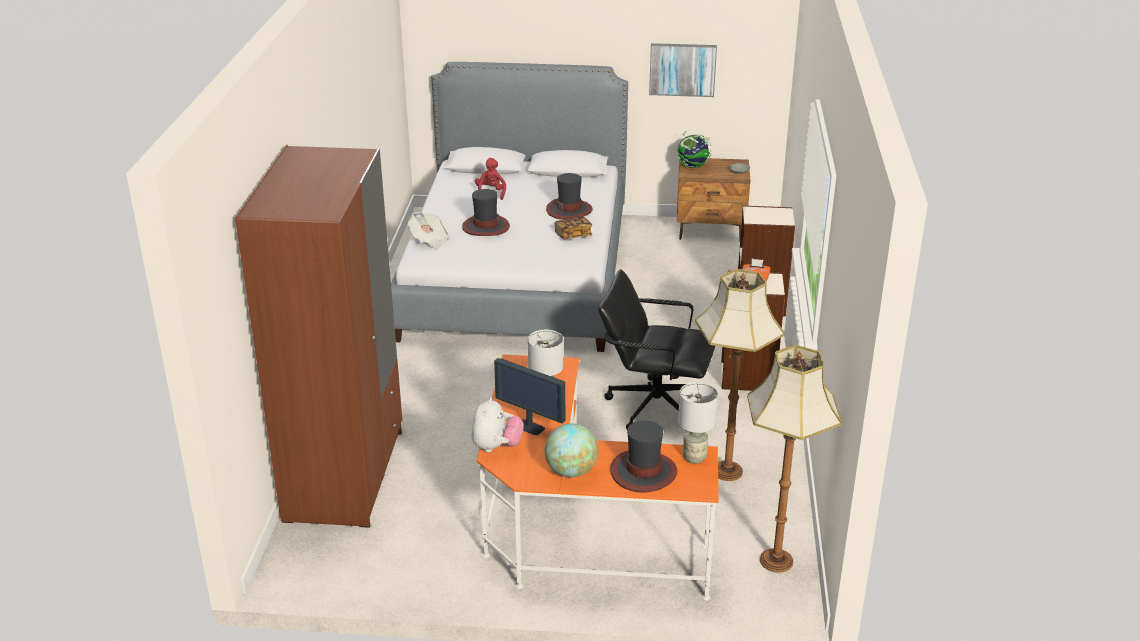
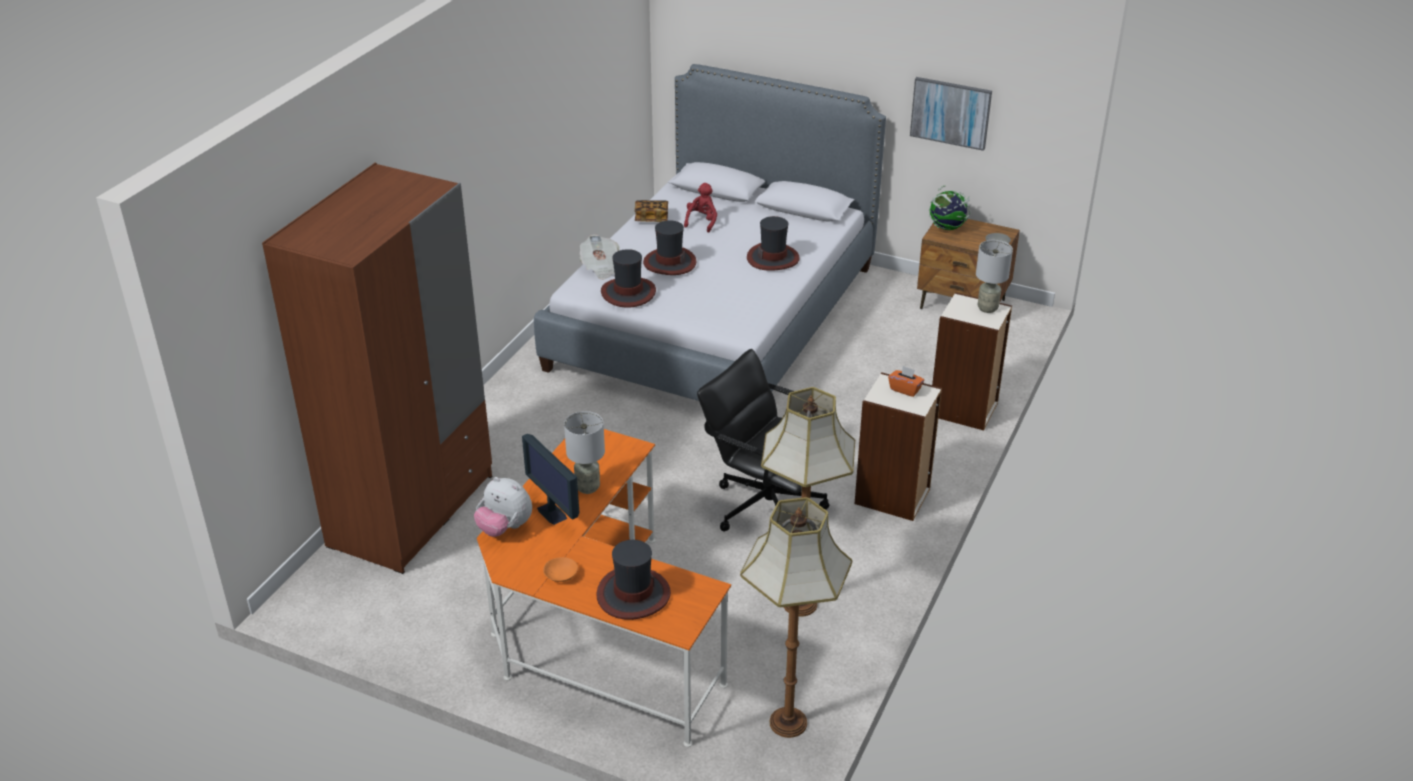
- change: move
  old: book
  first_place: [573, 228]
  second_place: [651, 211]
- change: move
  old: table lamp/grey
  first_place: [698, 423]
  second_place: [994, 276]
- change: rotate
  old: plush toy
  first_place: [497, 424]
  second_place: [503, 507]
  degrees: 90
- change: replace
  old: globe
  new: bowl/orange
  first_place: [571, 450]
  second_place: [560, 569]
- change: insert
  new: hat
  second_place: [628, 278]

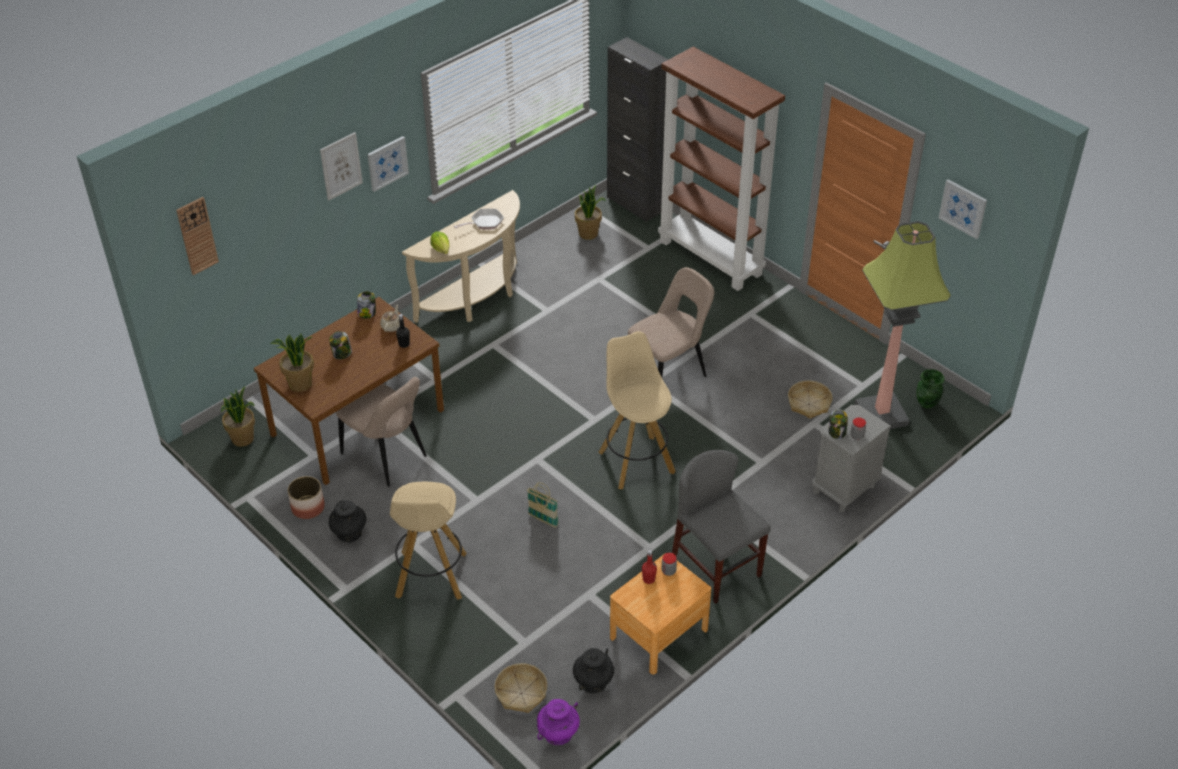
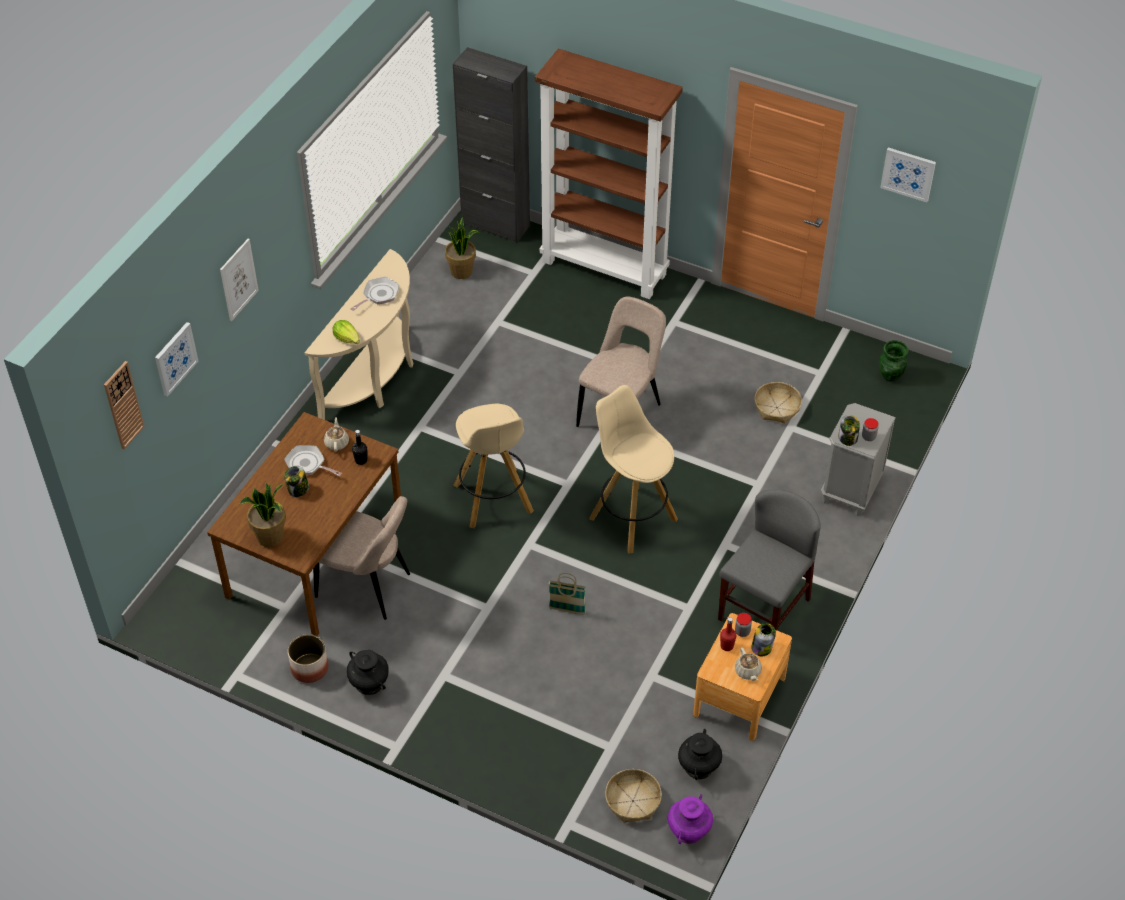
- change: move
  old: picture
  first_place: [388, 164]
  second_place: [176, 359]
- change: delete
  old: floor lamp
  first_place: [903, 325]
- change: move
  old: jar
  first_place: [366, 305]
  second_place: [763, 639]
- change: delete
  old: potted plant
  first_place: [238, 416]
- change: rotate
  old: chair/grey
  first_place: [721, 527]
  second_place: [769, 560]
  degrees: 90
- change: move
  old: stool/beige
  first_place: [428, 541]
  second_place: [494, 466]
- change: insert
  new: frying pan
  second_place: [313, 460]
- change: insert
  new: teapot/beige
  second_place: [748, 664]

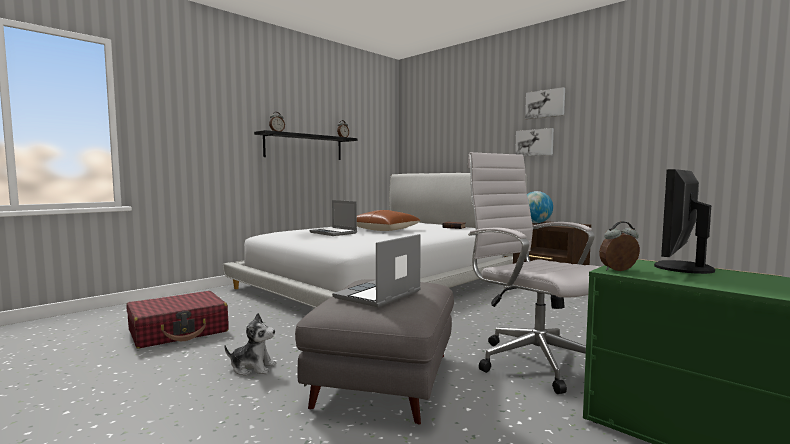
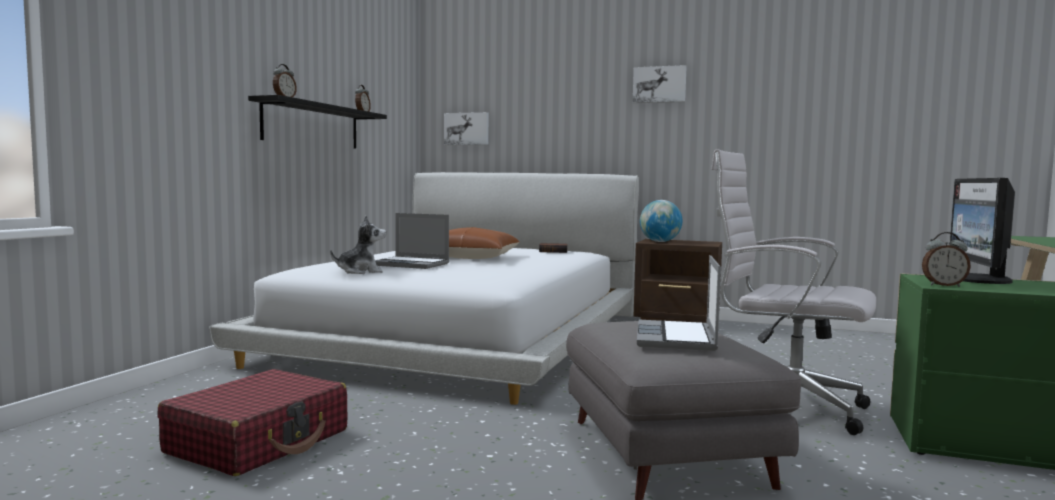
- change: move
  old: picture
  first_place: [534, 142]
  second_place: [466, 128]
- change: rotate
  old: alarm clock
  first_place: [619, 246]
  second_place: [946, 259]
  degrees: -135
- change: move
  old: plush toy
  first_place: [250, 344]
  second_place: [358, 244]

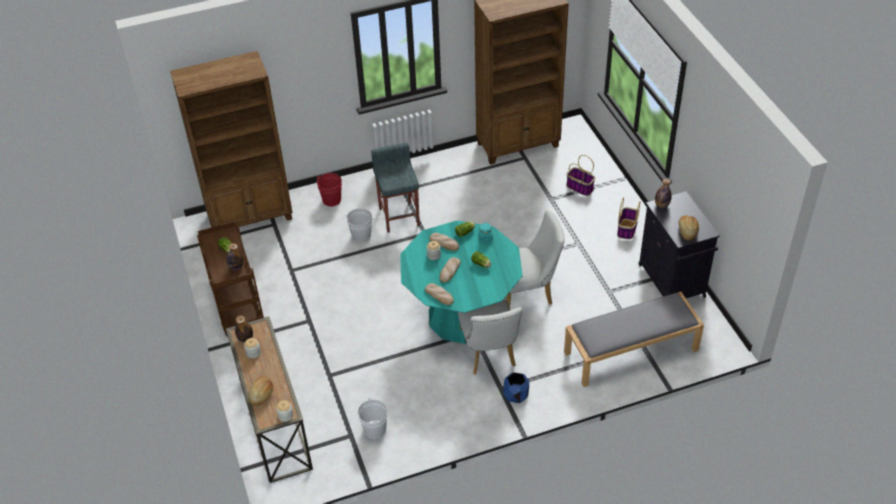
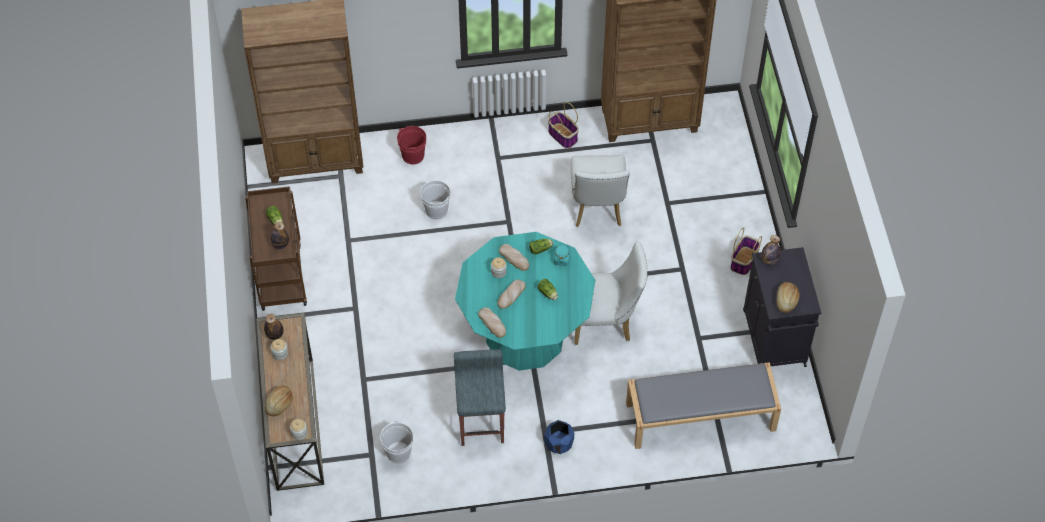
- change: move
  old: stool/grey
  first_place: [395, 188]
  second_place: [480, 397]
- change: move
  old: basket
  first_place: [580, 175]
  second_place: [563, 125]
- change: move
  old: chair/white
  first_place: [490, 337]
  second_place: [600, 191]

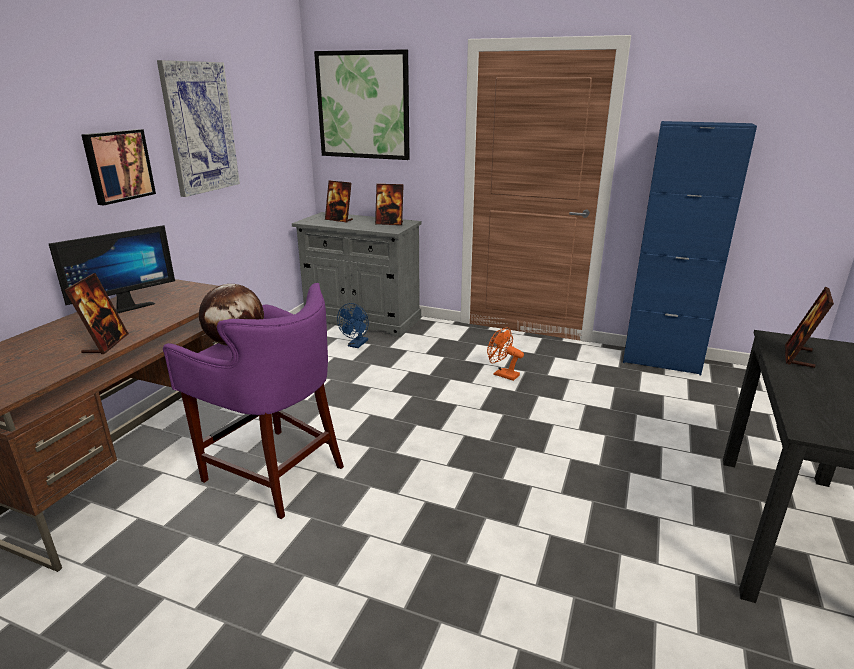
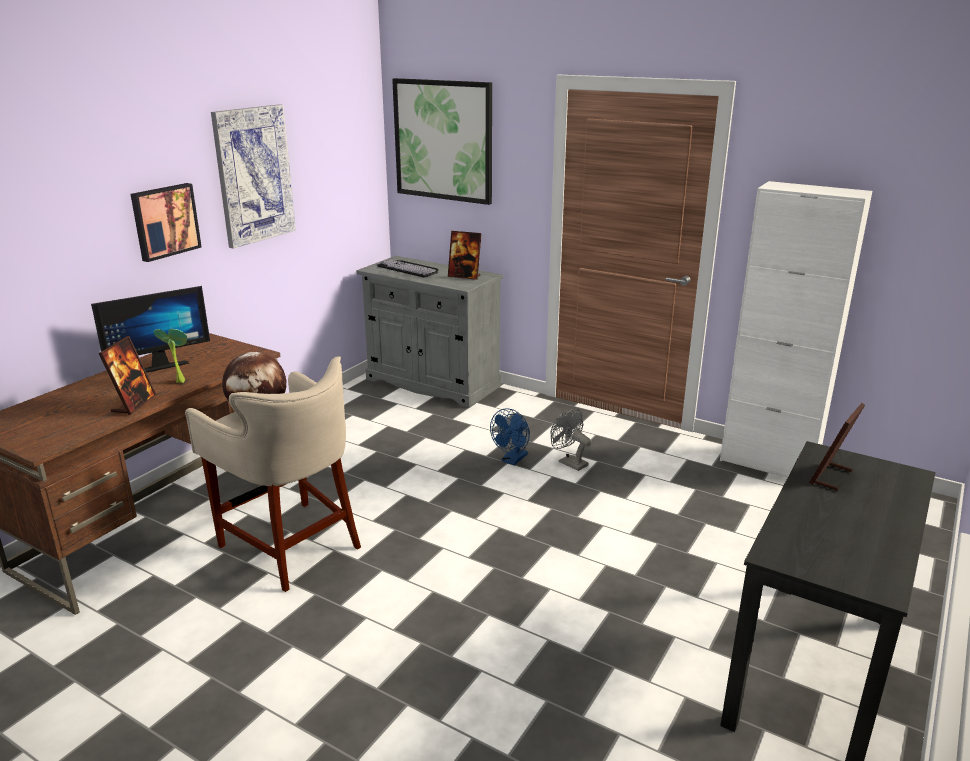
- change: recolor
  old: cabinet/blue
  new: cabinet/white
  first_place: [690, 248]
  second_place: [796, 329]
- change: replace
  old: picture frame
  new: keyboard
  first_place: [339, 201]
  second_place: [407, 268]
- change: recolor
  old: stool/purple
  new: stool/beige
  first_place: [253, 401]
  second_place: [273, 474]
- change: move
  old: fan/blue
  first_place: [353, 325]
  second_place: [510, 437]
- change: recolor
  old: fan/orange
  new: fan/grey
  first_place: [505, 354]
  second_place: [571, 440]
- change: insert
  new: potted plant
  second_place: [170, 356]

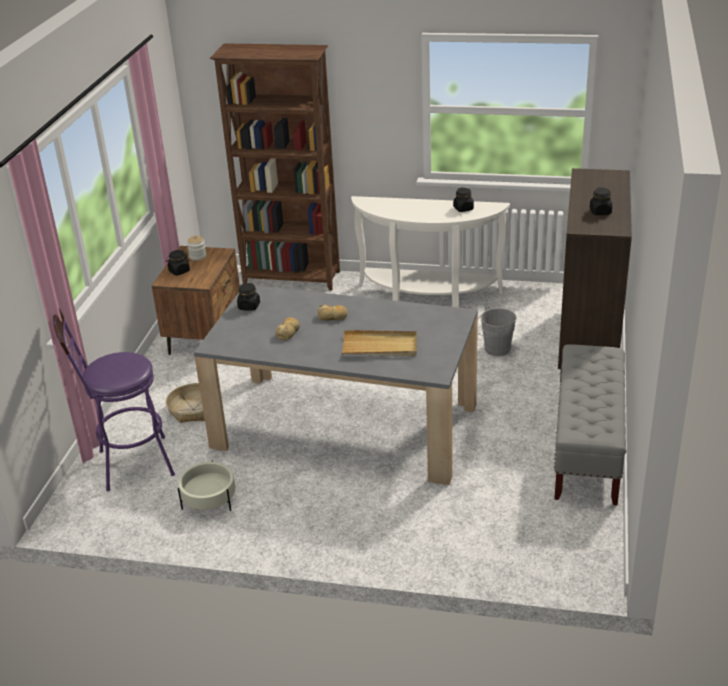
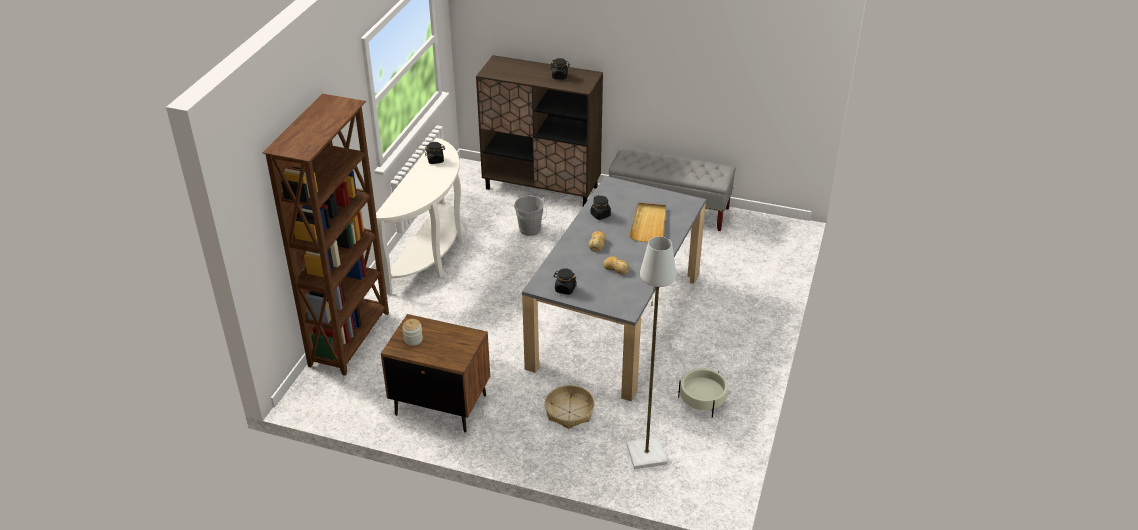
- change: move
  old: jar/black
  first_place: [178, 262]
  second_place: [601, 207]
- change: replace
  old: stool/purple
  new: floor lamp/grey
  first_place: [114, 399]
  second_place: [651, 352]

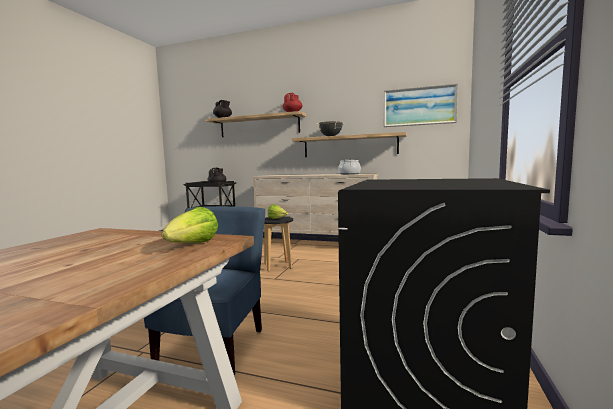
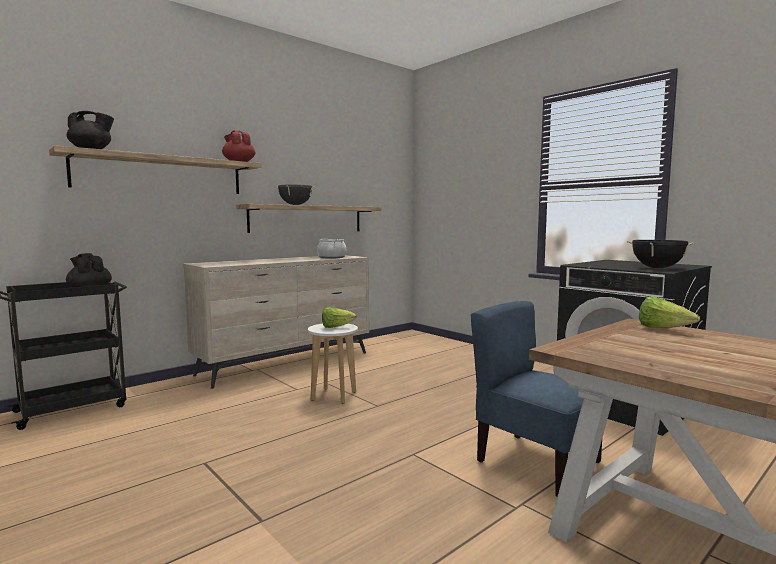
- change: delete
  old: picture
  first_place: [421, 105]
- change: recolor
  old: stool/black
  new: stool/white
  first_place: [278, 244]
  second_place: [333, 364]
- change: insert
  new: cooking pot/black
  second_place: [661, 254]

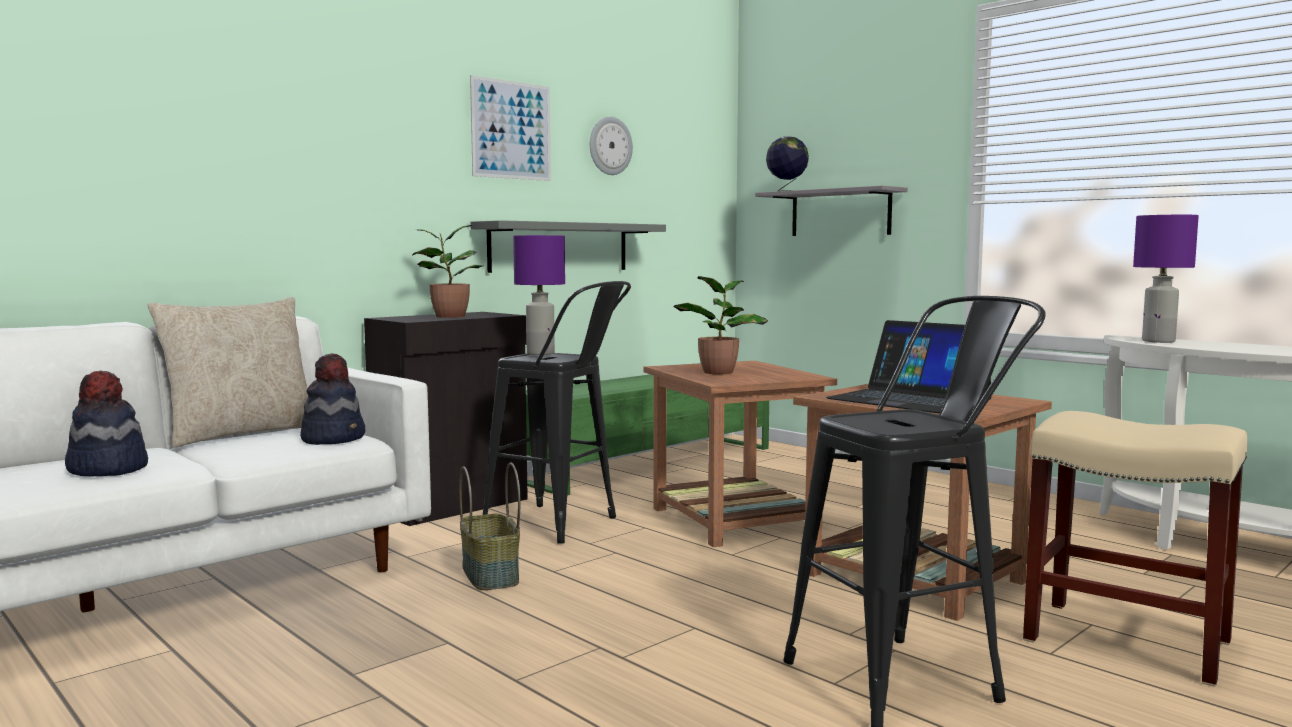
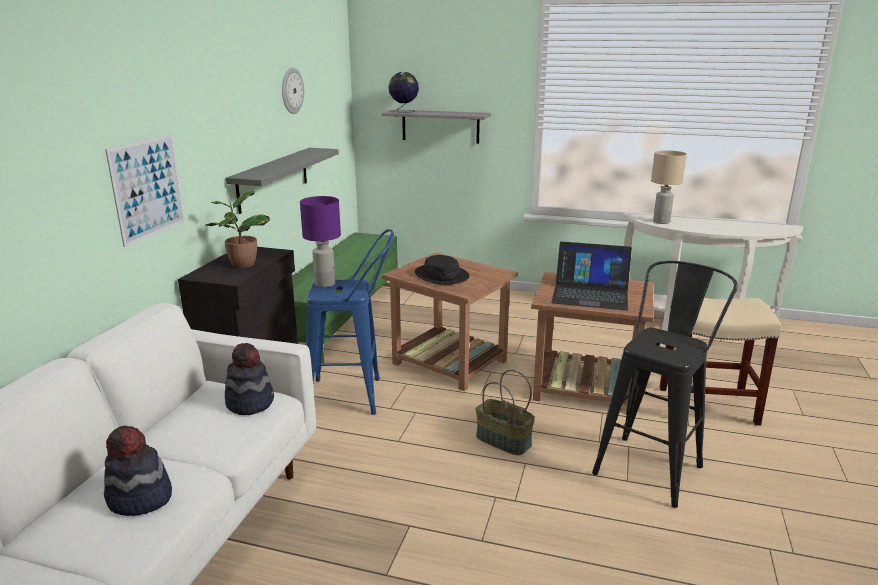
- change: move
  old: picture
  first_place: [510, 128]
  second_place: [145, 190]
- change: recolor
  old: table lamp/purple
  new: table lamp/beige
  first_place: [1166, 279]
  second_place: [669, 187]
- change: replace
  old: potted plant
  new: hat/black
  first_place: [721, 325]
  second_place: [442, 270]
- change: recolor
  old: stool/black
  new: stool/blue
  first_place: [556, 412]
  second_place: [350, 322]
- change: delete
  old: pillow/beige
  first_place: [228, 372]
- change: move
  old: basket
  first_place: [489, 526]
  second_place: [505, 412]

